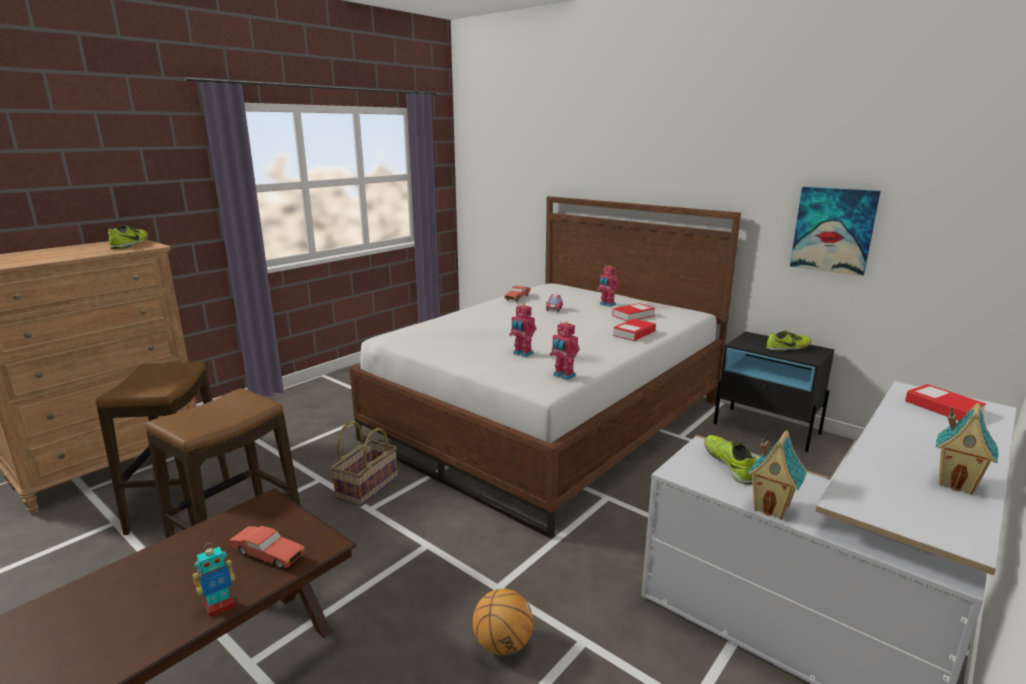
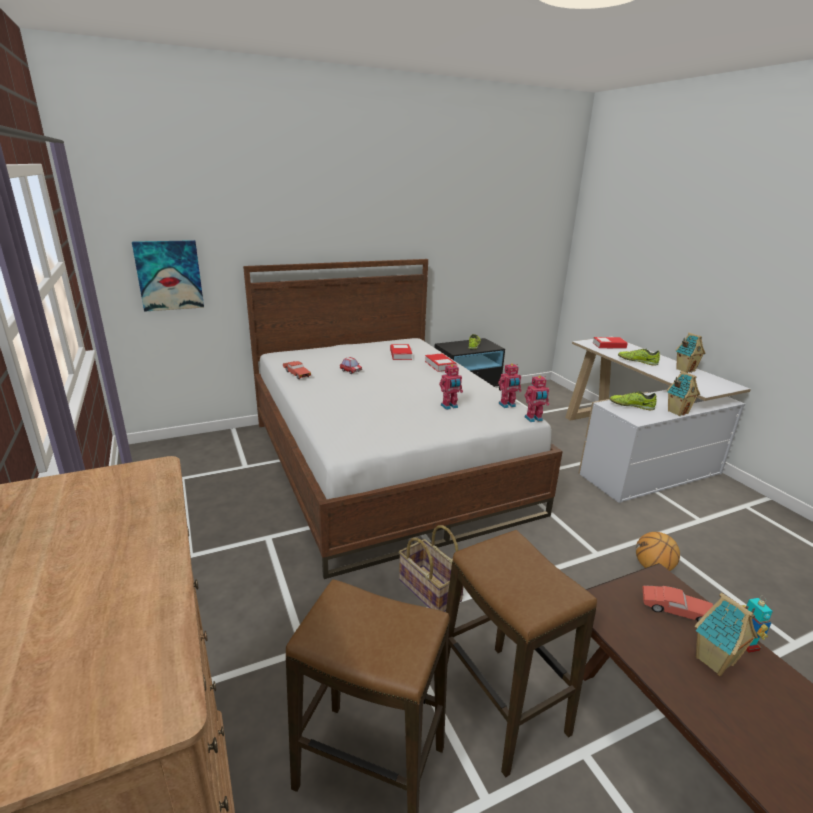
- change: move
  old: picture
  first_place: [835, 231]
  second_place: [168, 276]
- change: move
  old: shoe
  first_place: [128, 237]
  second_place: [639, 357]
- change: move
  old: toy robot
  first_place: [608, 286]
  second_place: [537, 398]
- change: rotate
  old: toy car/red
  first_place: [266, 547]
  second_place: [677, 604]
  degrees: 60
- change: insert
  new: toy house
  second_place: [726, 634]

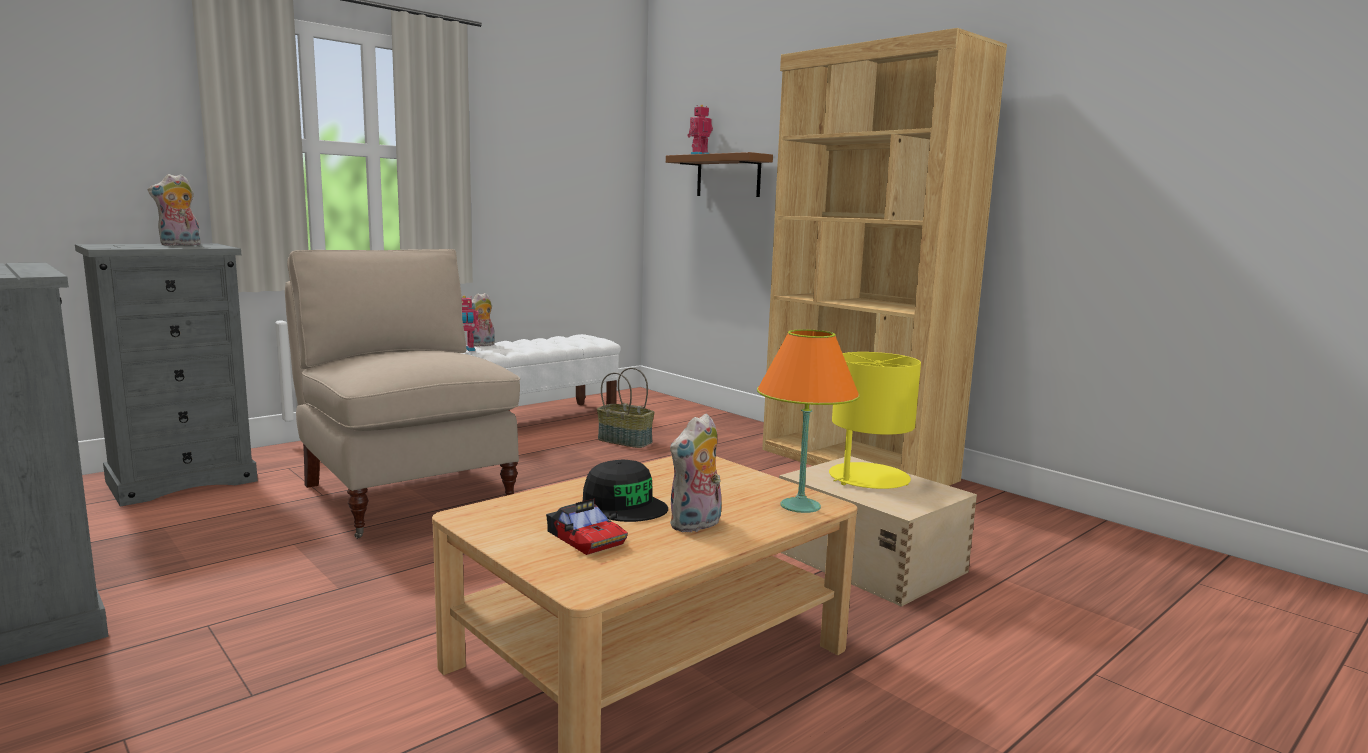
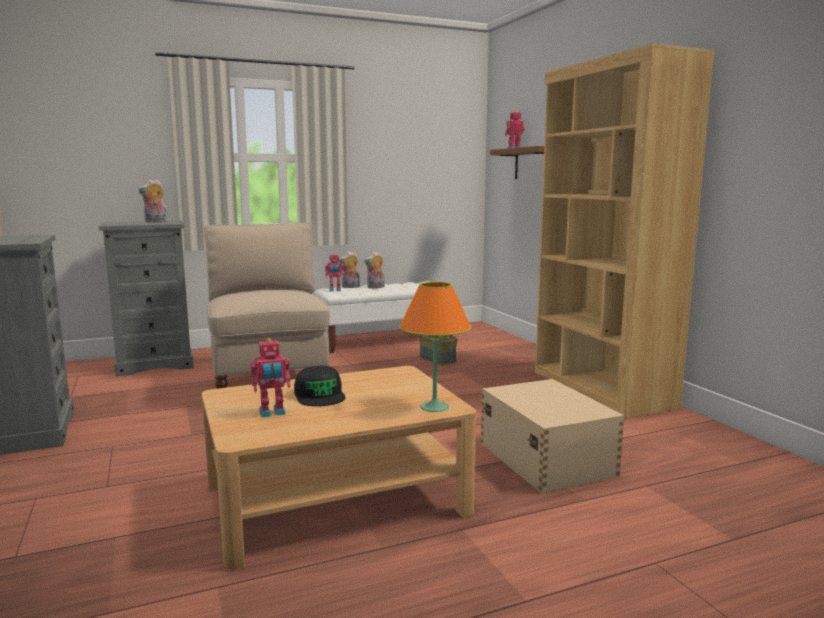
- change: delete
  old: table lamp/yellow
  first_place: [875, 420]
- change: move
  old: plush toy
  first_place: [695, 472]
  second_place: [374, 270]
- change: replace
  old: toy car
  new: toy robot
  first_place: [587, 527]
  second_place: [270, 377]

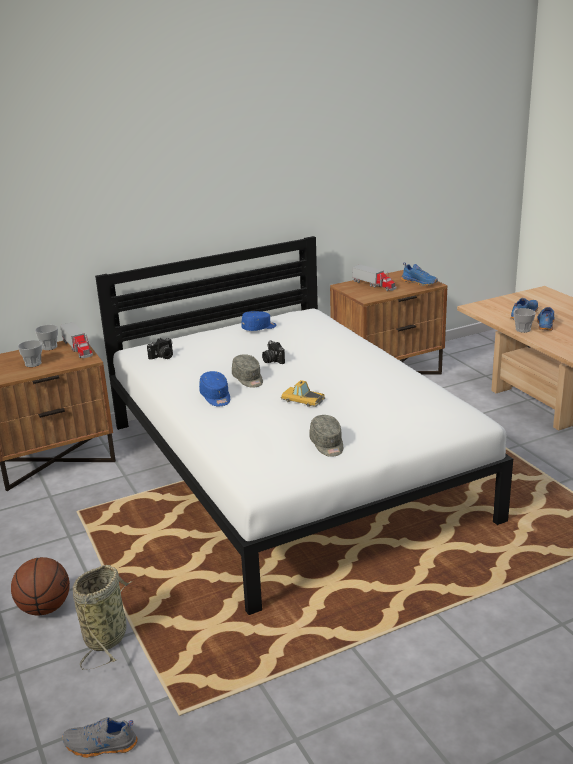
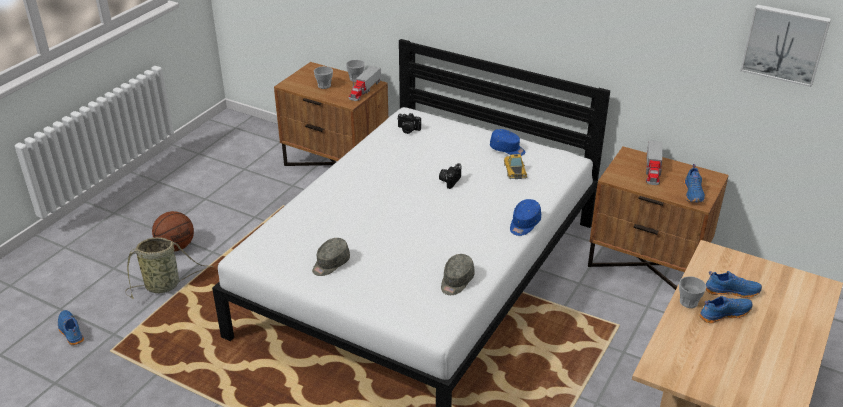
- change: move
  old: cap/grey
  first_place: [247, 371]
  second_place: [457, 274]
- change: move
  old: cap/blue
  first_place: [214, 388]
  second_place: [525, 217]
- change: move
  old: toy car
  first_place: [303, 393]
  second_place: [515, 166]
- change: recolor
  old: shoe/grey
  new: shoe/blue
  first_place: [100, 737]
  second_place: [71, 327]
- change: insert
  new: picture
  second_place: [785, 45]

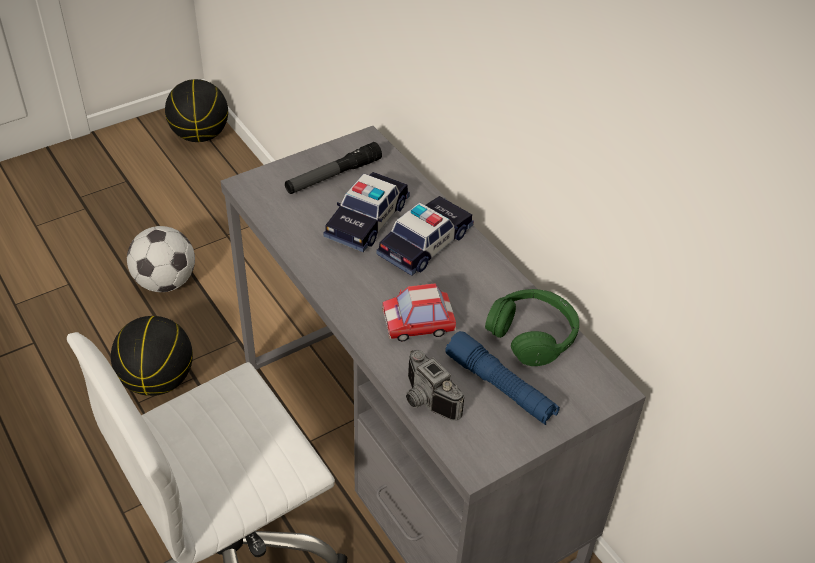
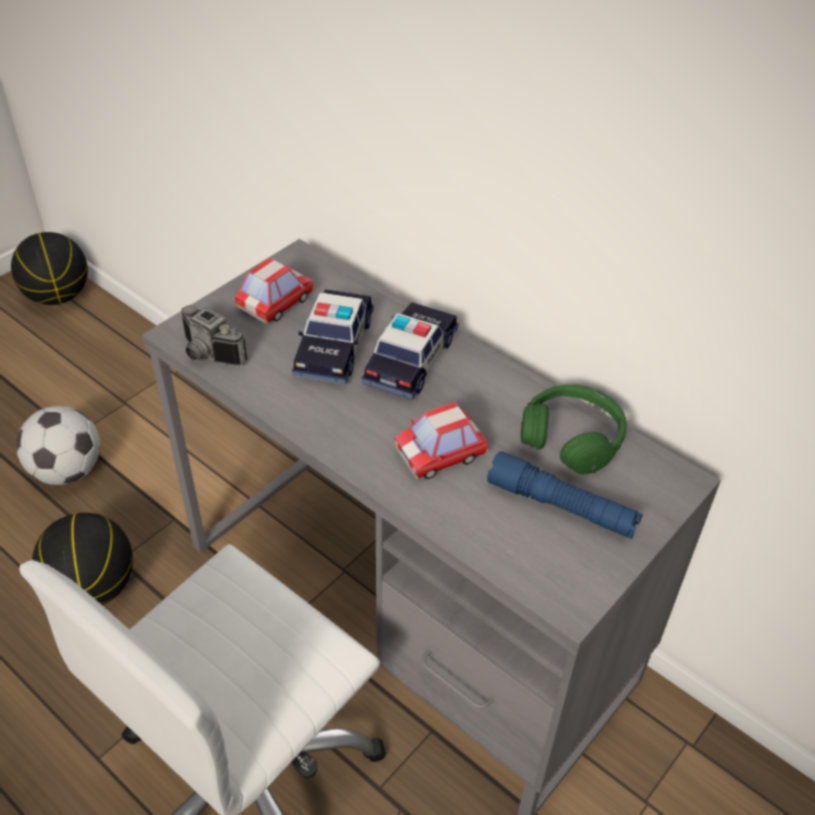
- change: replace
  old: flashlight
  new: toy car
  first_place: [333, 168]
  second_place: [274, 291]
- change: move
  old: photo camera
  first_place: [435, 385]
  second_place: [214, 335]

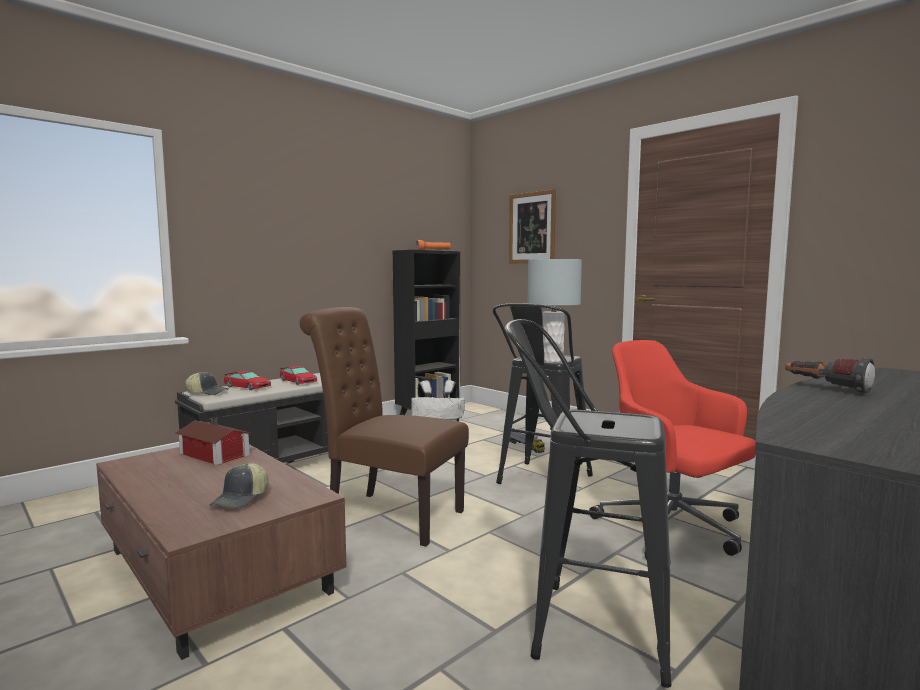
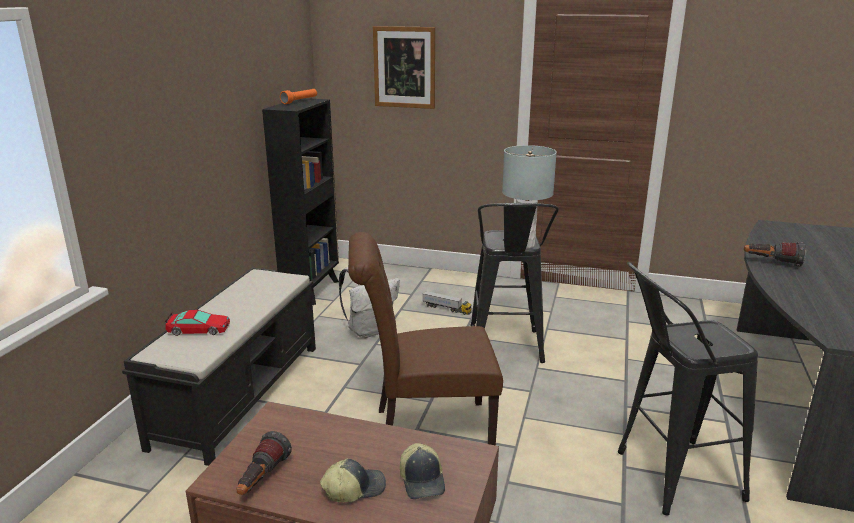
- change: delete
  old: office chair/red
  first_place: [672, 450]
- change: delete
  old: toy car
  first_place: [298, 375]
- change: move
  old: cap
  first_place: [206, 383]
  second_place: [353, 480]
- change: delete
  old: toy house
  first_place: [213, 441]
- change: insert
  new: flashlight
  second_place: [264, 463]

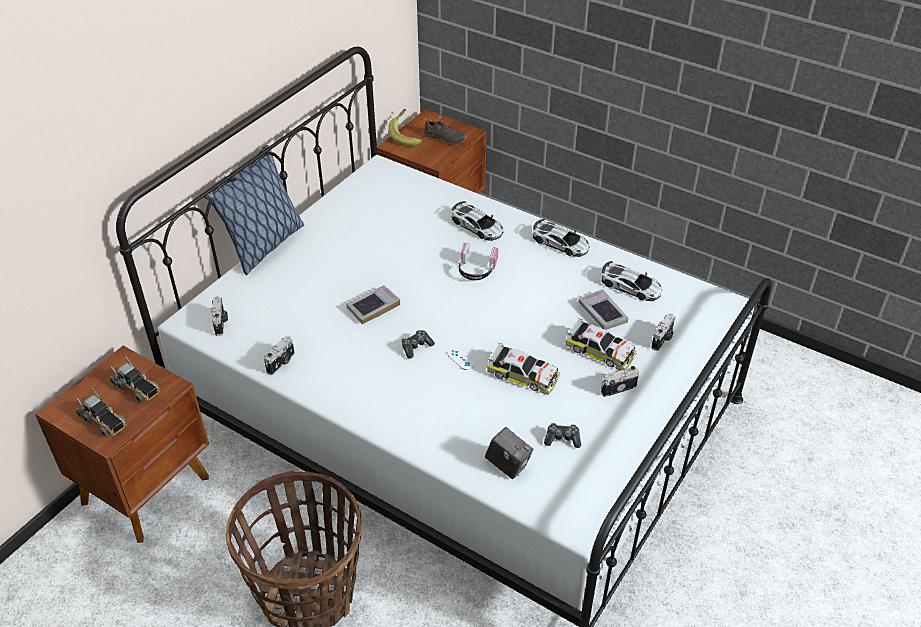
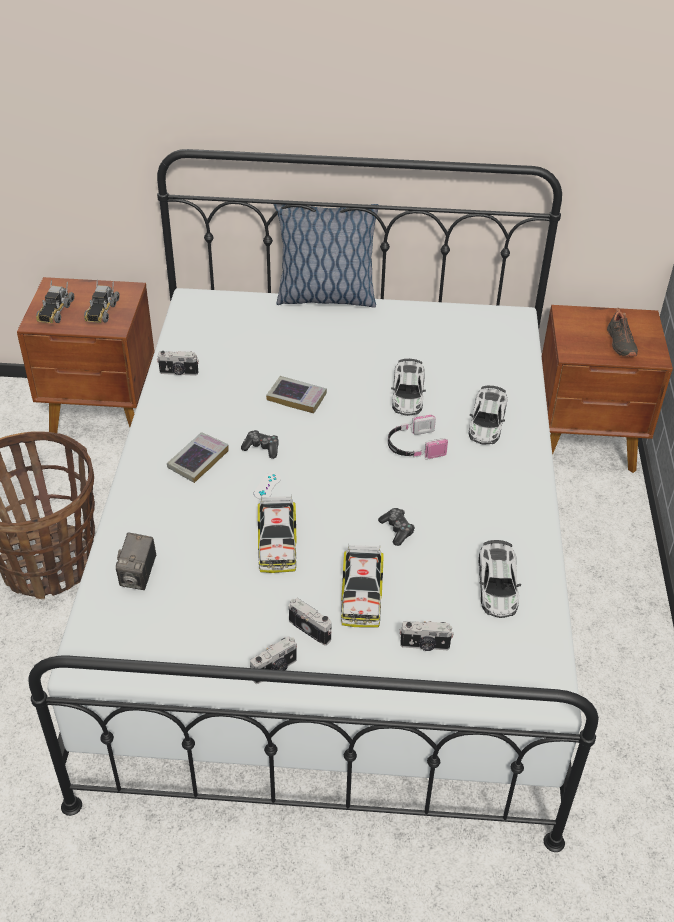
- change: delete
  old: banana
  first_place: [405, 127]
- change: move
  old: toy car
  first_place: [561, 238]
  second_place: [408, 387]
- change: move
  old: book
  first_place: [603, 309]
  second_place: [198, 457]
- change: move
  old: photo camera
  first_place: [219, 316]
  second_place: [273, 660]
- change: move
  old: game controller
  first_place: [562, 435]
  second_place: [396, 527]

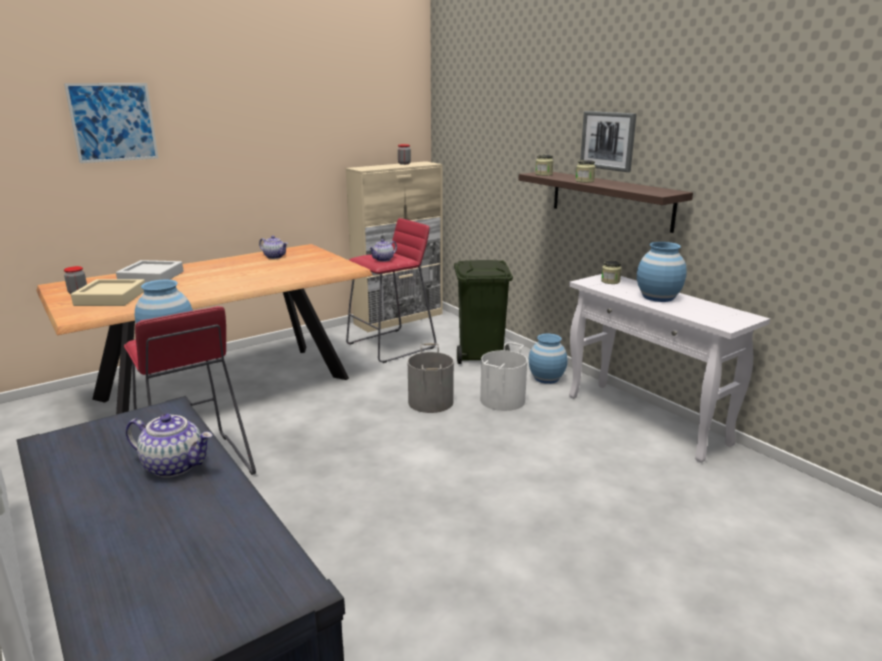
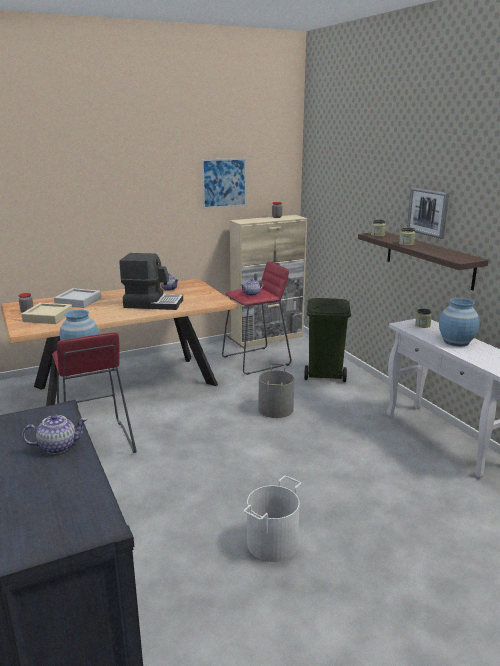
- change: move
  old: picture
  first_place: [111, 123]
  second_place: [224, 183]
- change: delete
  old: vase/blue
  first_place: [548, 358]
- change: move
  old: bucket/white
  first_place: [503, 376]
  second_place: [272, 519]
- change: rotate
  old: teapot
  first_place: [169, 446]
  second_place: [54, 434]
  degrees: -45
- change: insert
  new: coffee machine
  second_place: [151, 281]

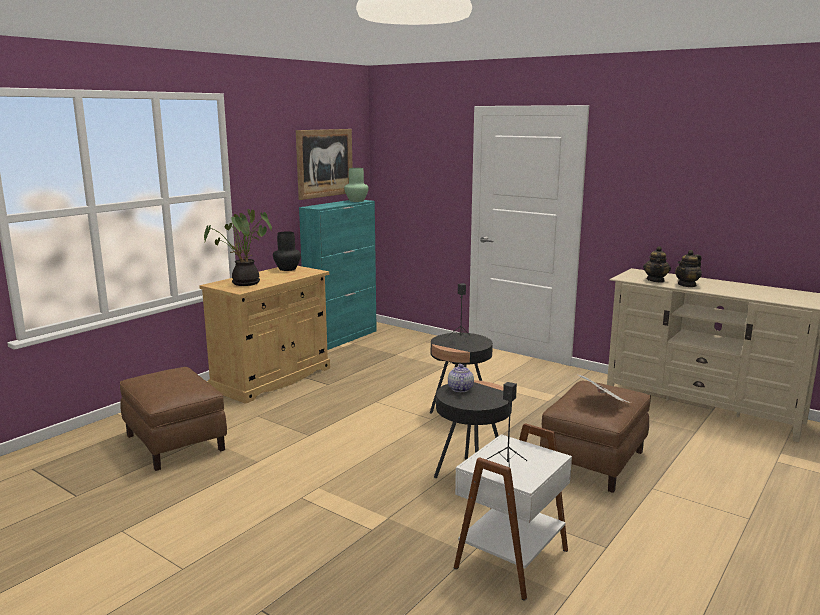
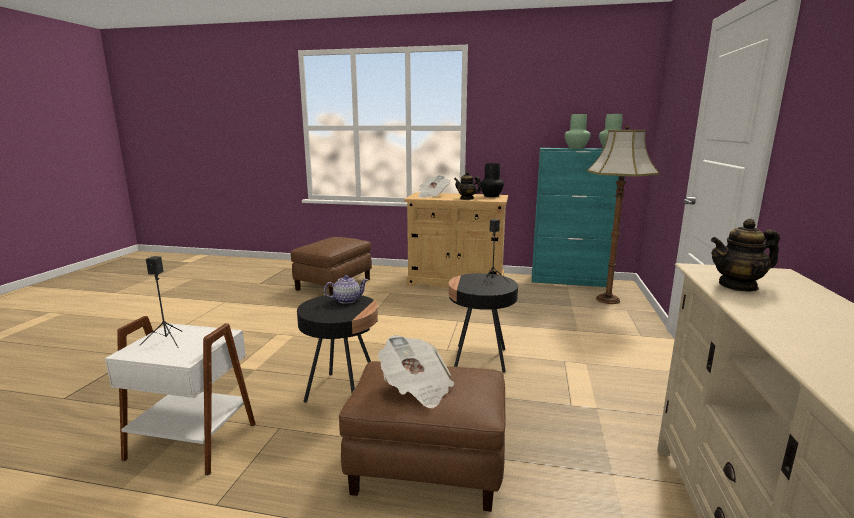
- change: delete
  old: picture
  first_place: [324, 164]
- change: replace
  old: potted plant
  new: newspaper
  first_place: [238, 247]
  second_place: [434, 186]
- change: move
  old: teapot
  first_place: [688, 268]
  second_place: [468, 185]
- change: insert
  new: vase/green
  second_place: [578, 131]
- change: insert
  new: floor lamp
  second_place: [623, 213]

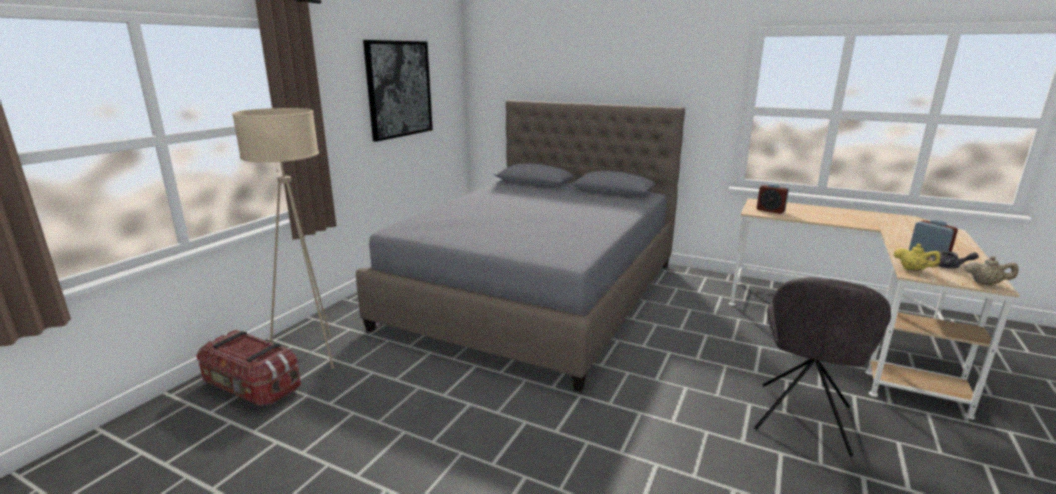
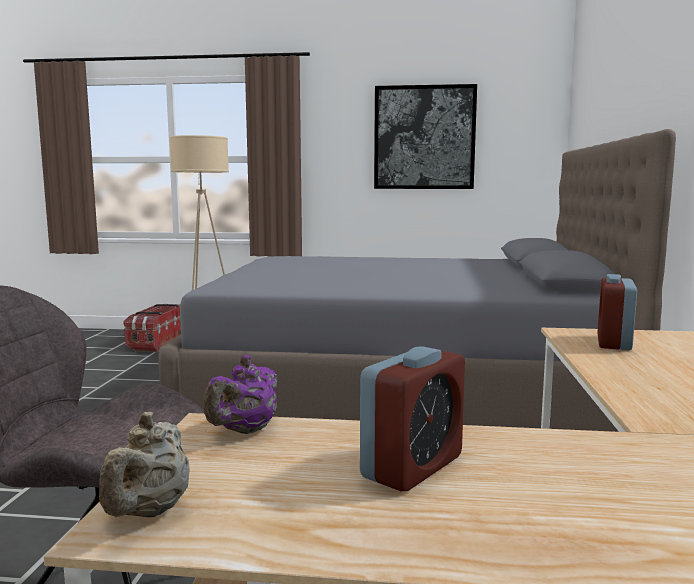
- change: recolor
  old: teapot/yellow
  new: teapot/purple
  first_place: [918, 257]
  second_place: [240, 394]
- change: delete
  old: teapot/grey
  first_place: [955, 260]

